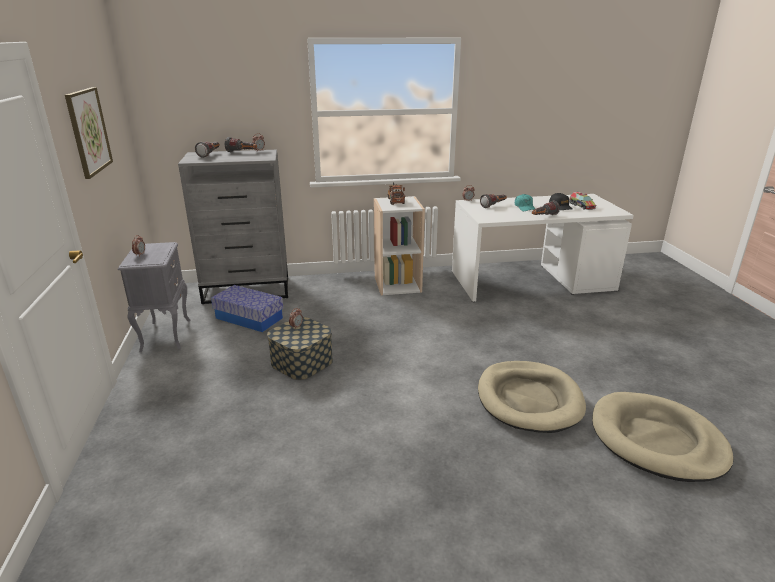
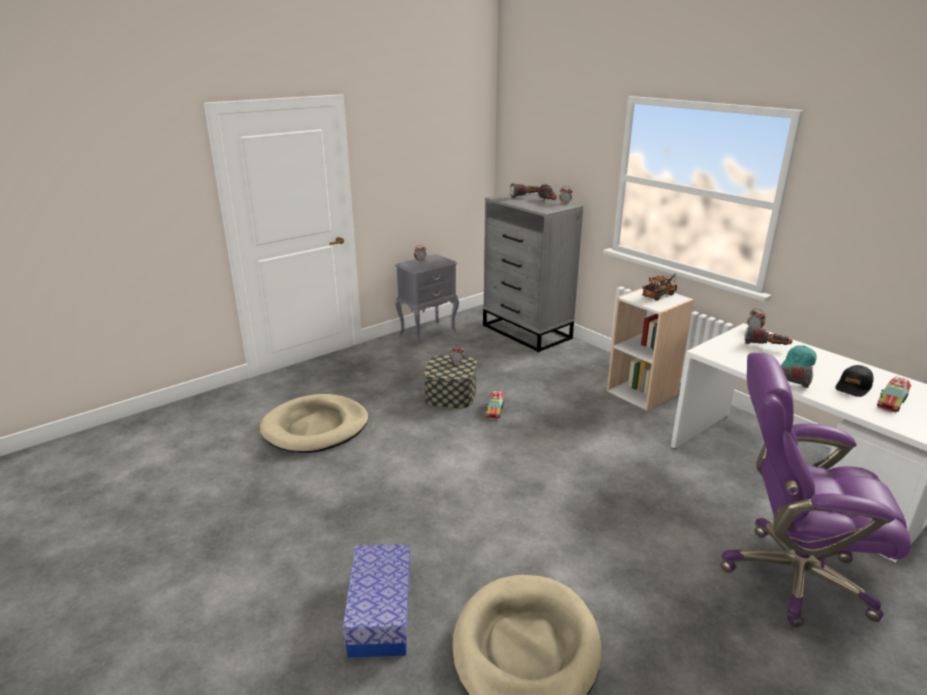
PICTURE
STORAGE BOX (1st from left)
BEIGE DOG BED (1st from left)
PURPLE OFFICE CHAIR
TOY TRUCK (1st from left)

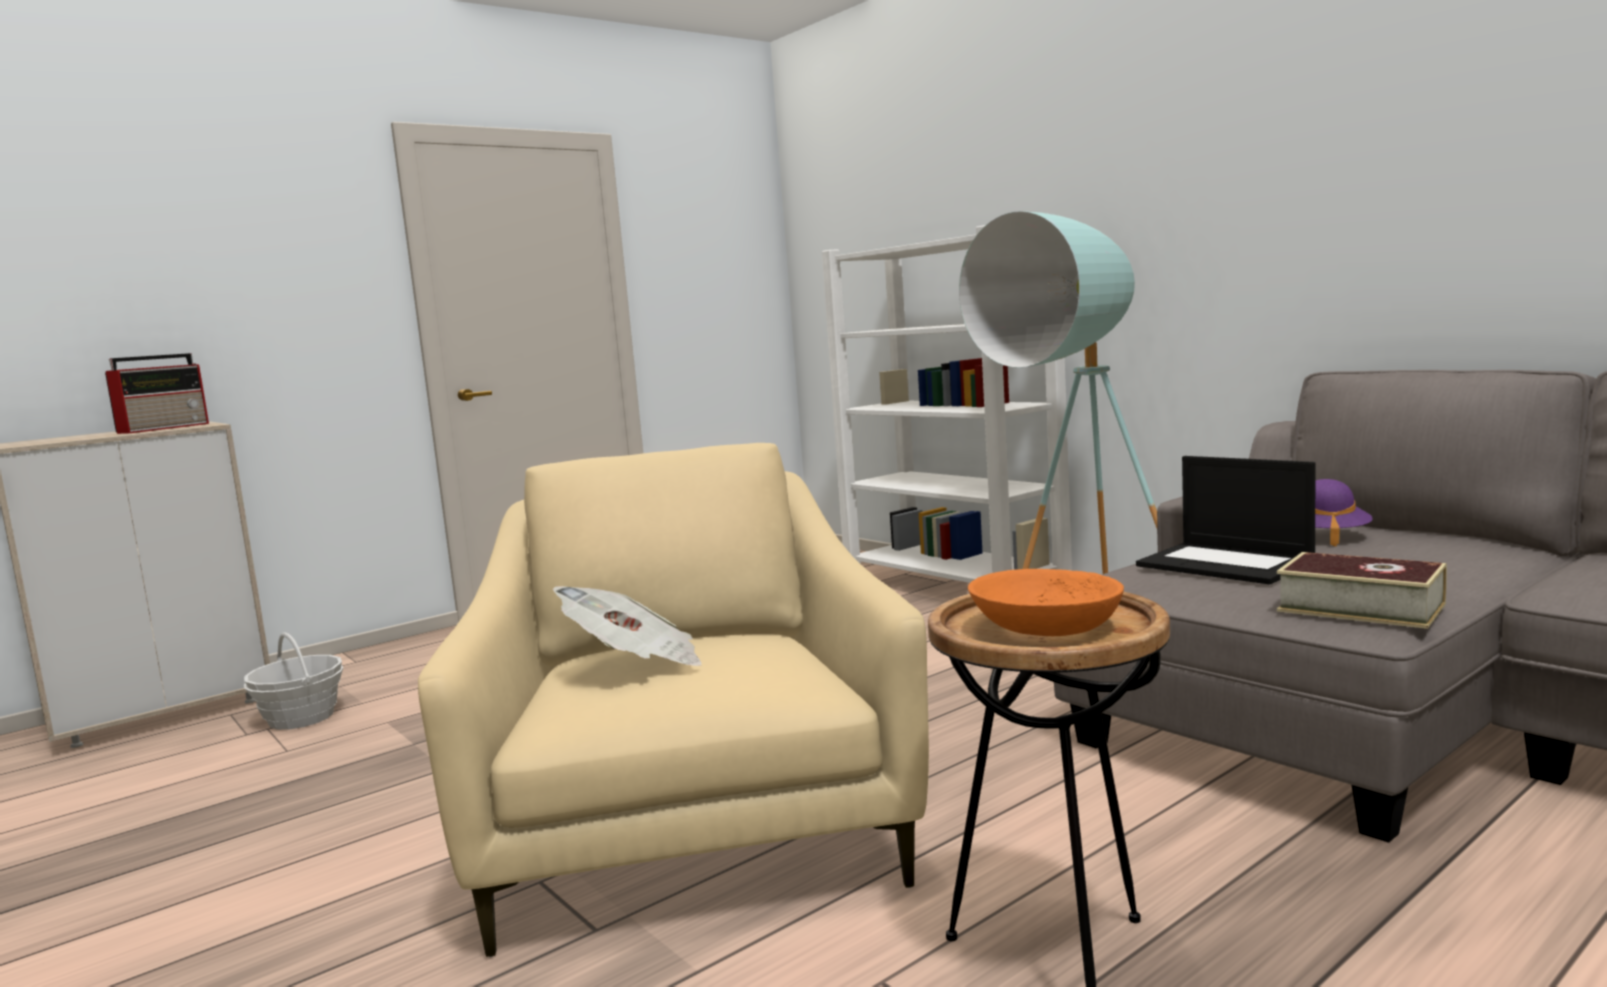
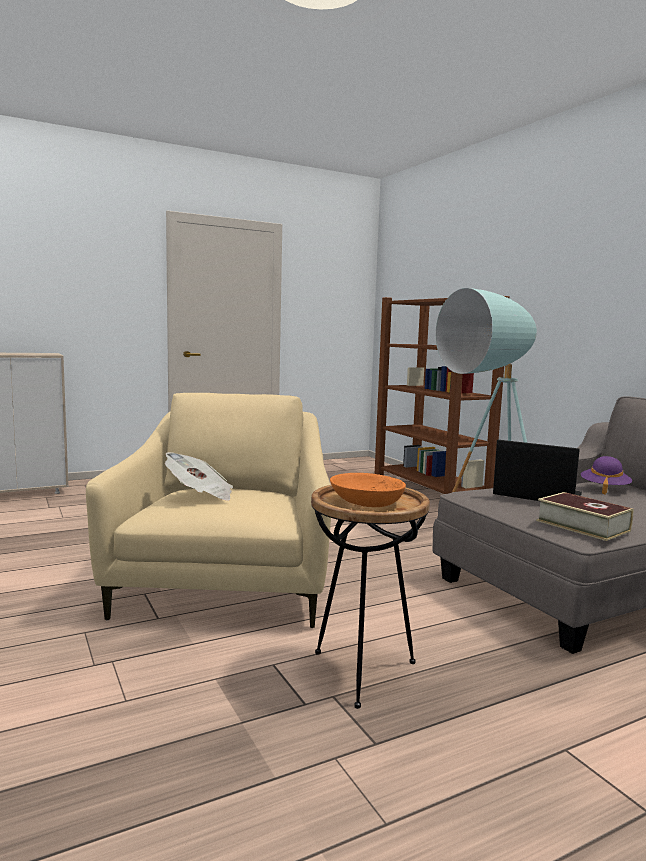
BROWN BOOKCASE
RADIO
LAPTOP
BASKET

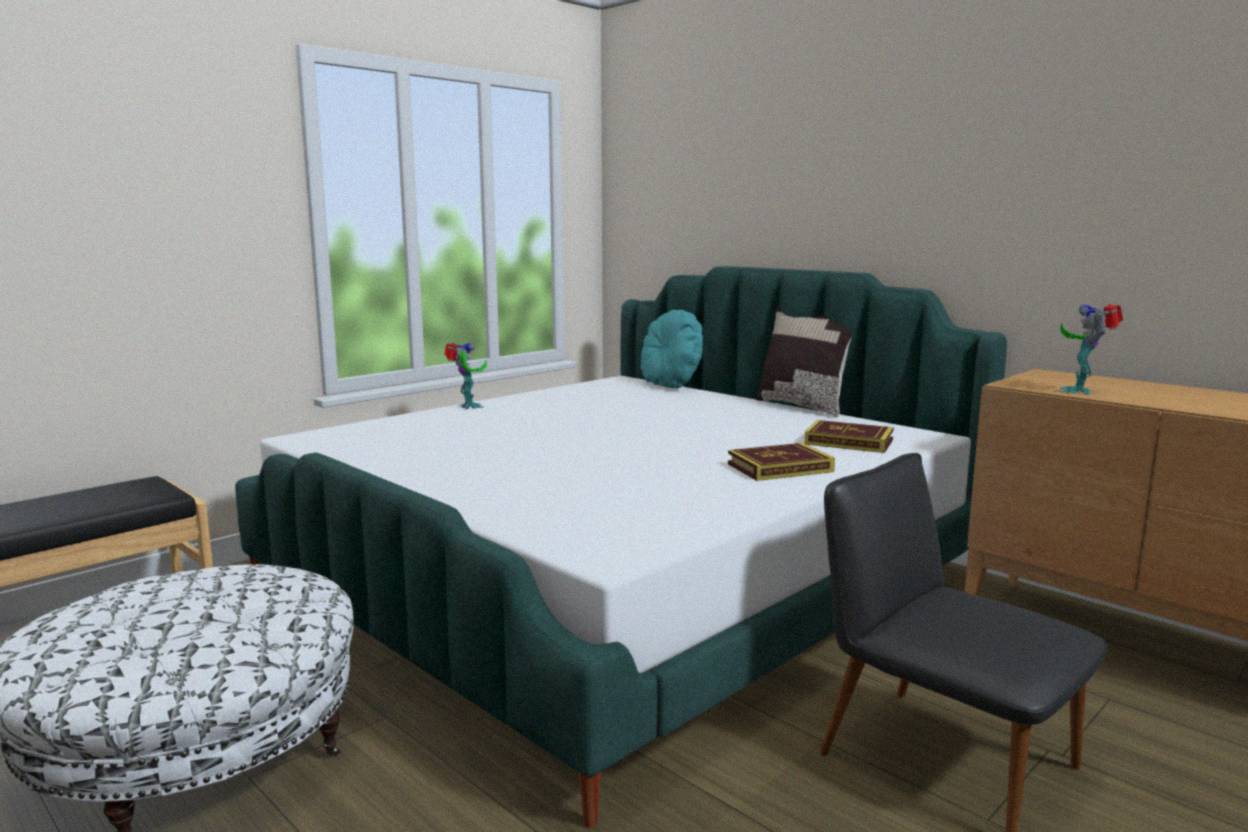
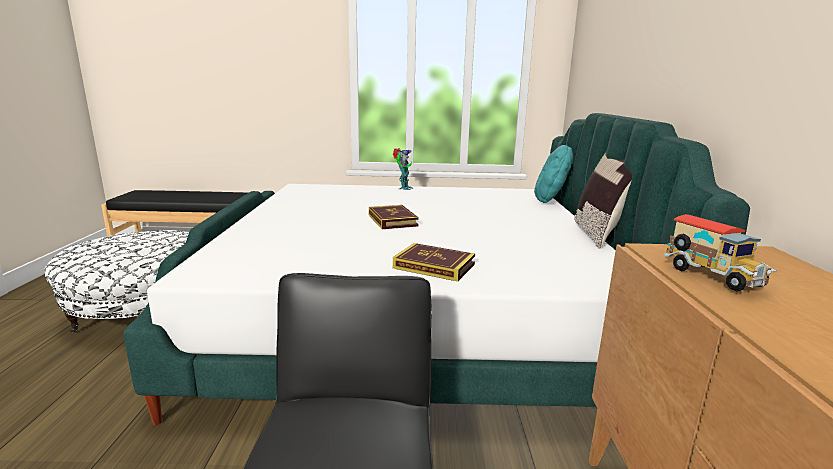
TOY TRUCK
BOOK (1st from left)

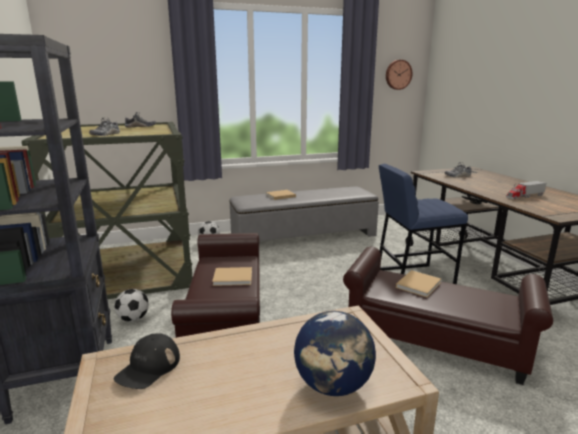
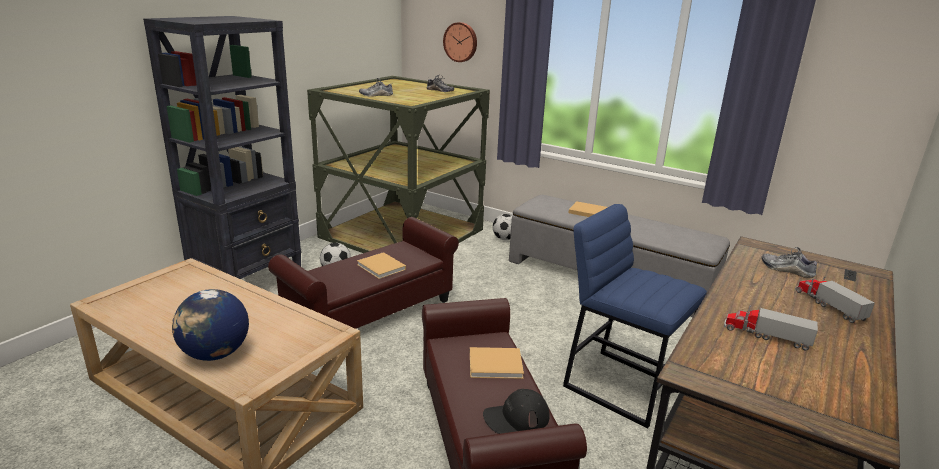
WALL CLOCK
BLACK CAP
TOY TRUCK (2nd from left)

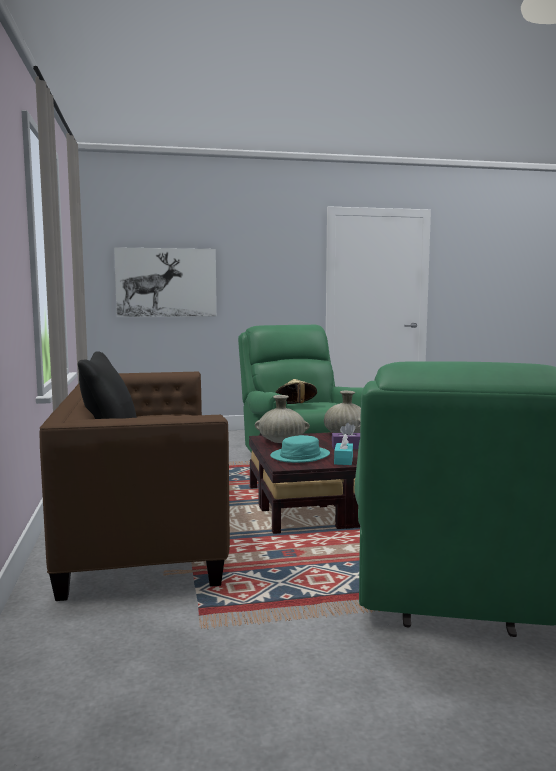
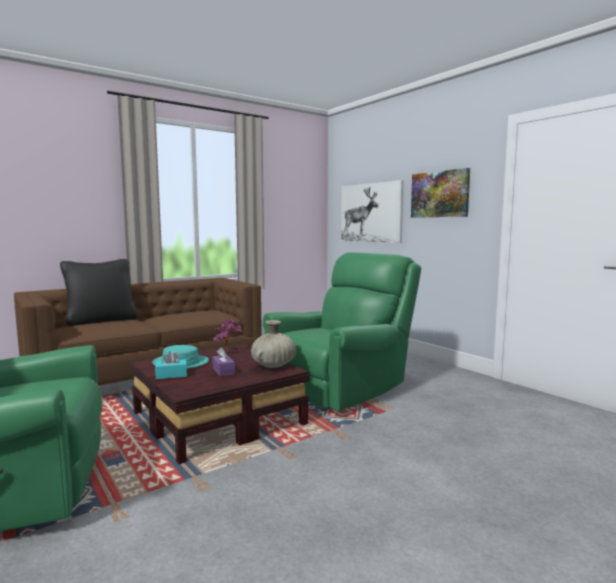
BEIGE HAT
POTTED PLANT
PICTURE (2nd from left)

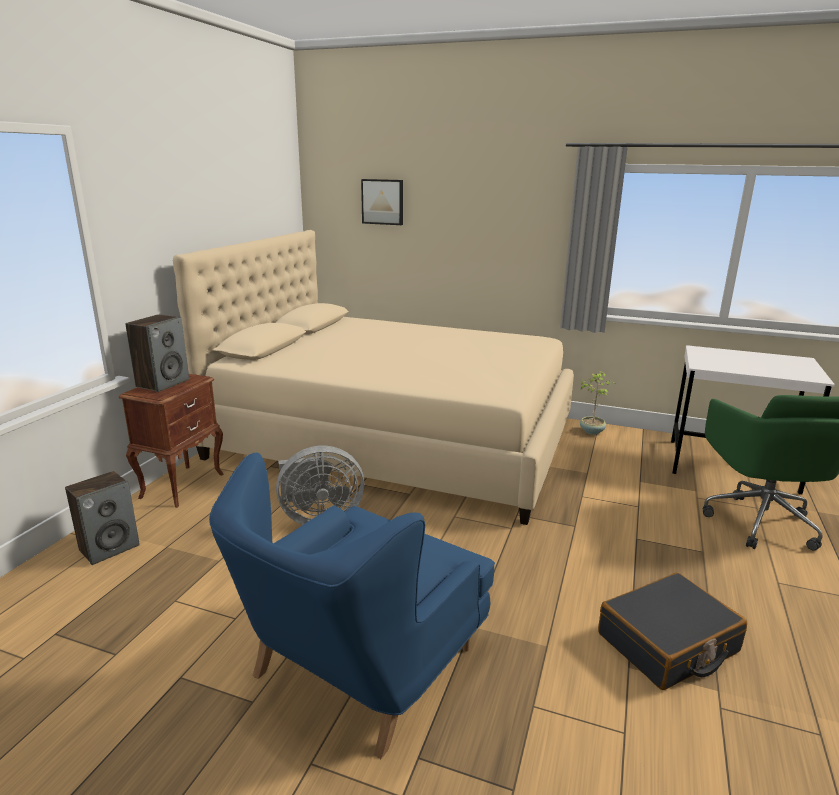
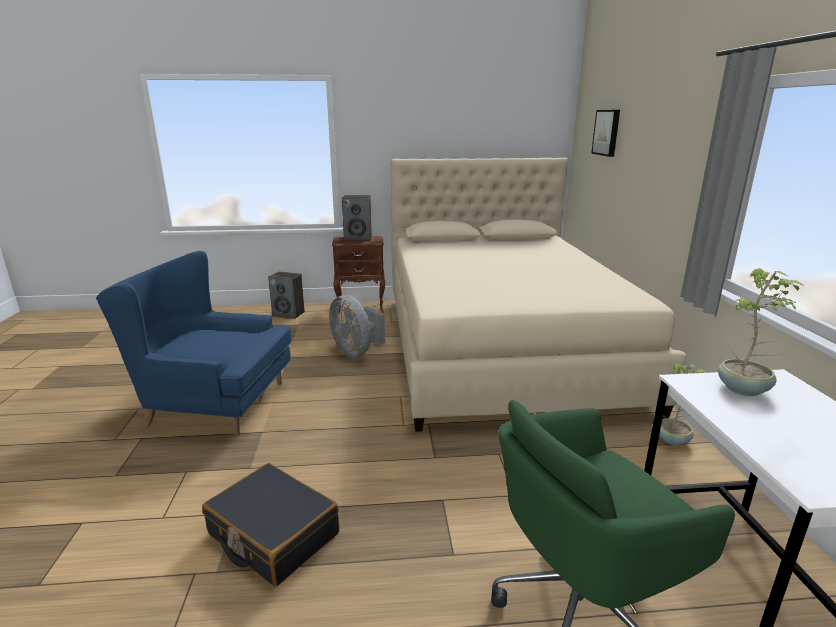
POTTED PLANT (2nd from left)

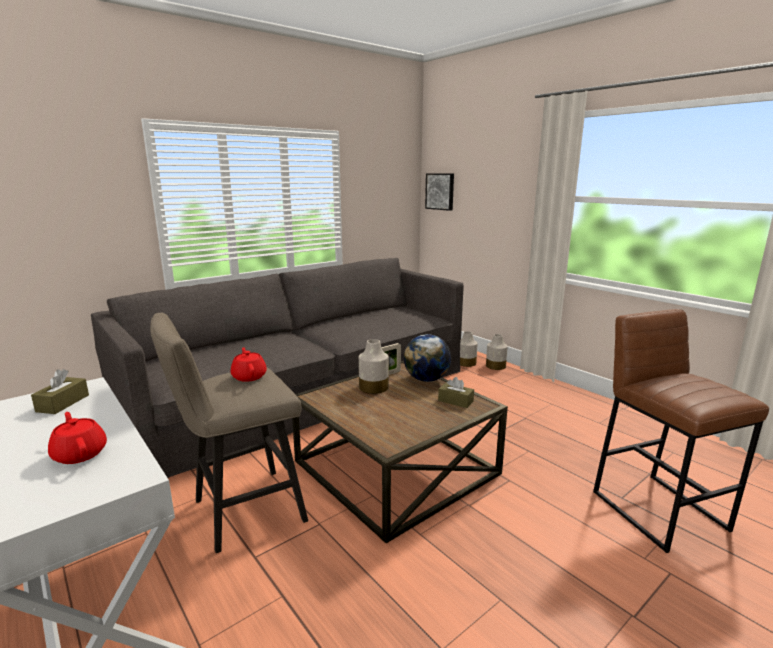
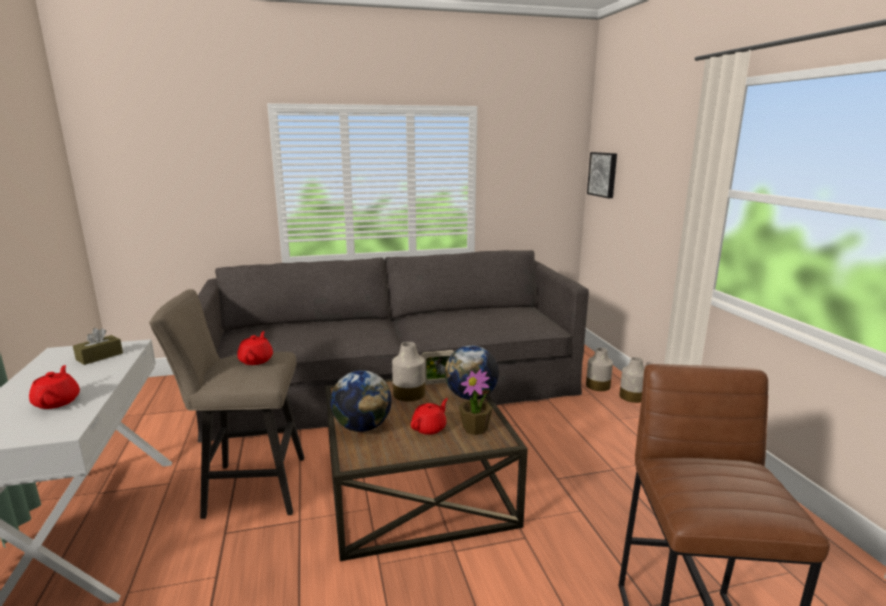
POTTED PLANT
GLOBE (1st from left)
RED TEAPOT (3rd from left)

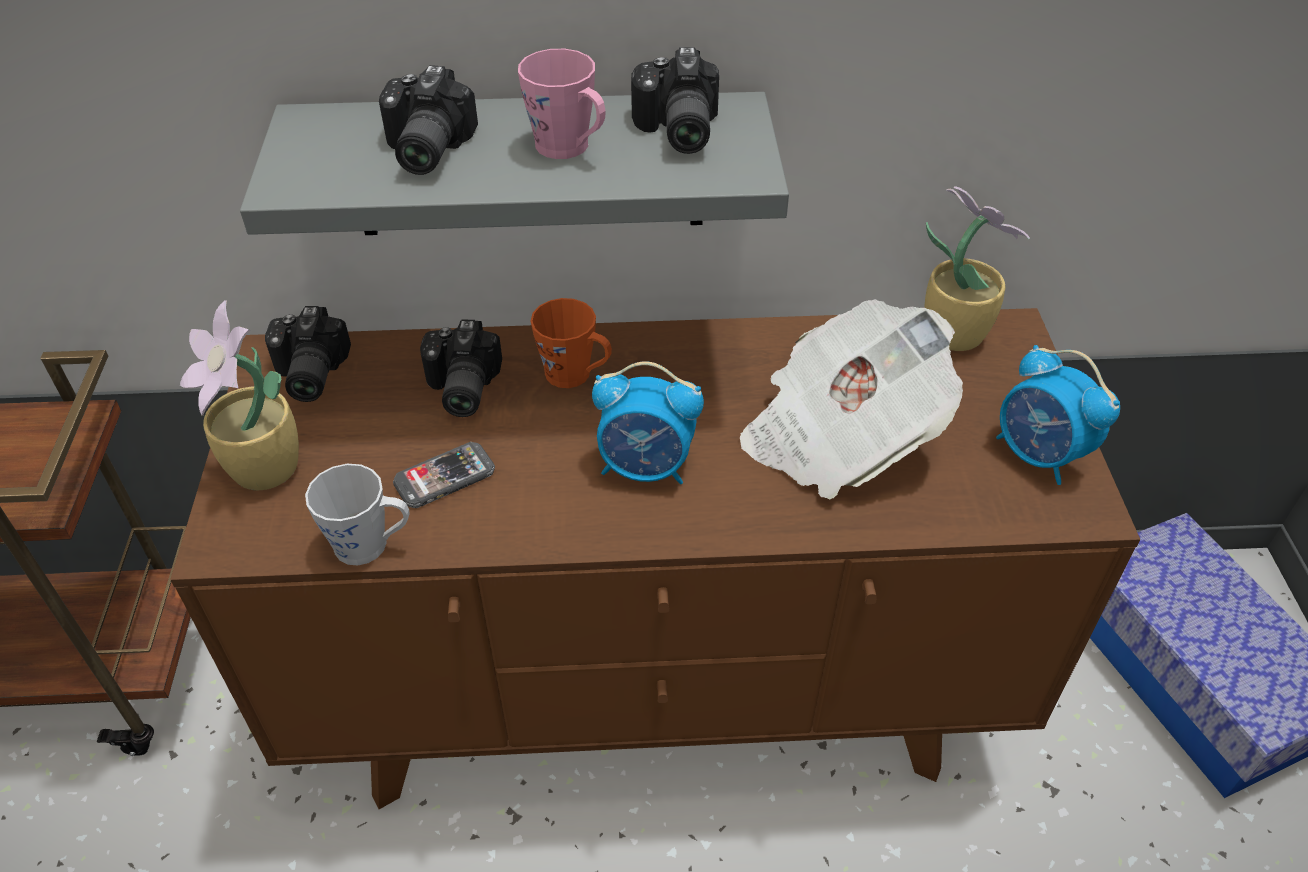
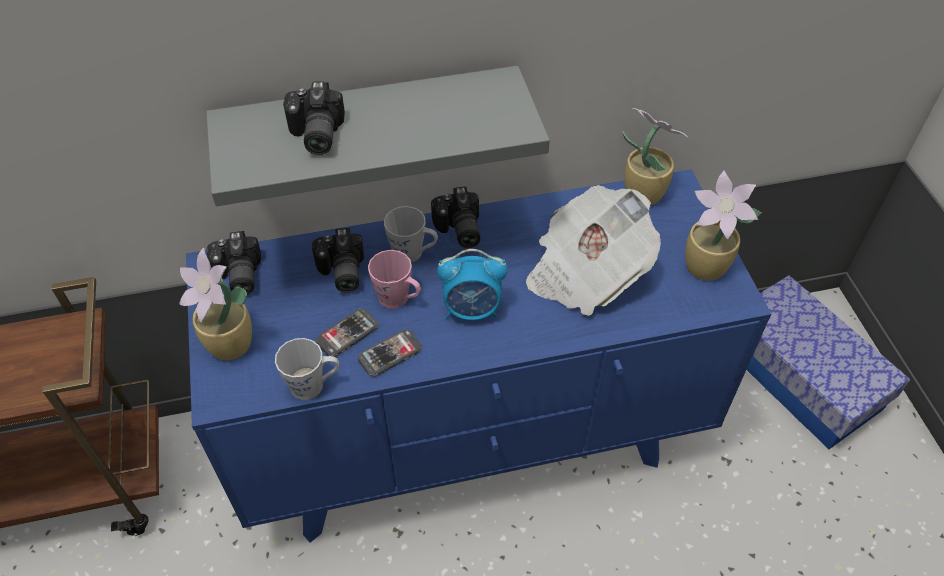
PHOTO CAMERA (4th from left)
PINK MUG
GREY MUG (2nd from left)
BLUE DRESSER
POTTED PLANT (3rd from left)
PHONE (2nd from left)

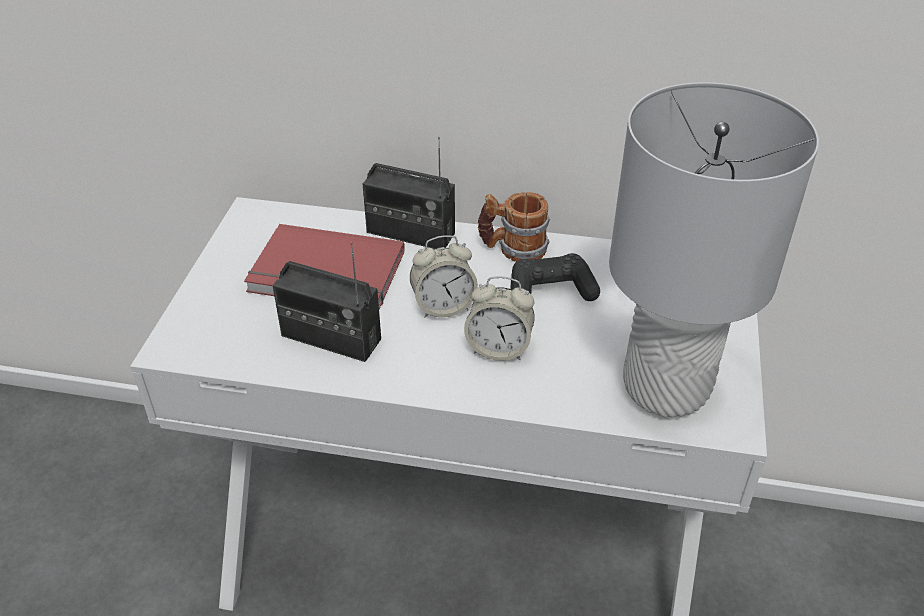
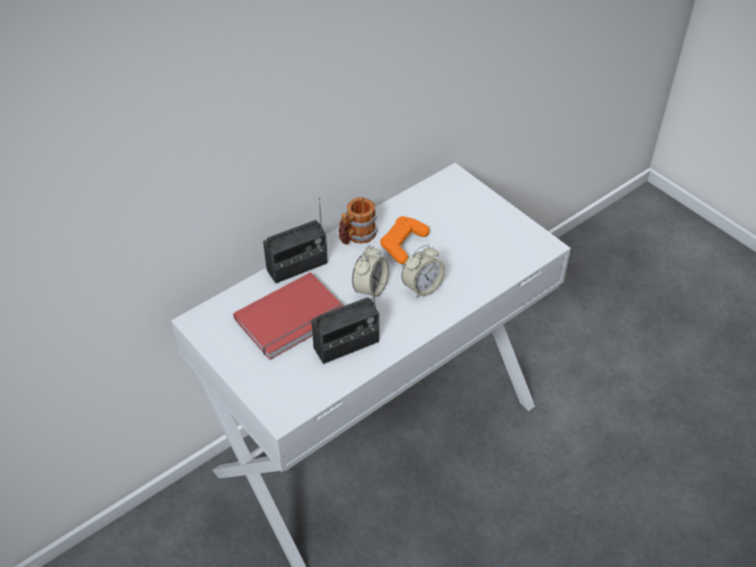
GREY TABLE LAMP
ORANGE GAME CONTROLLER

